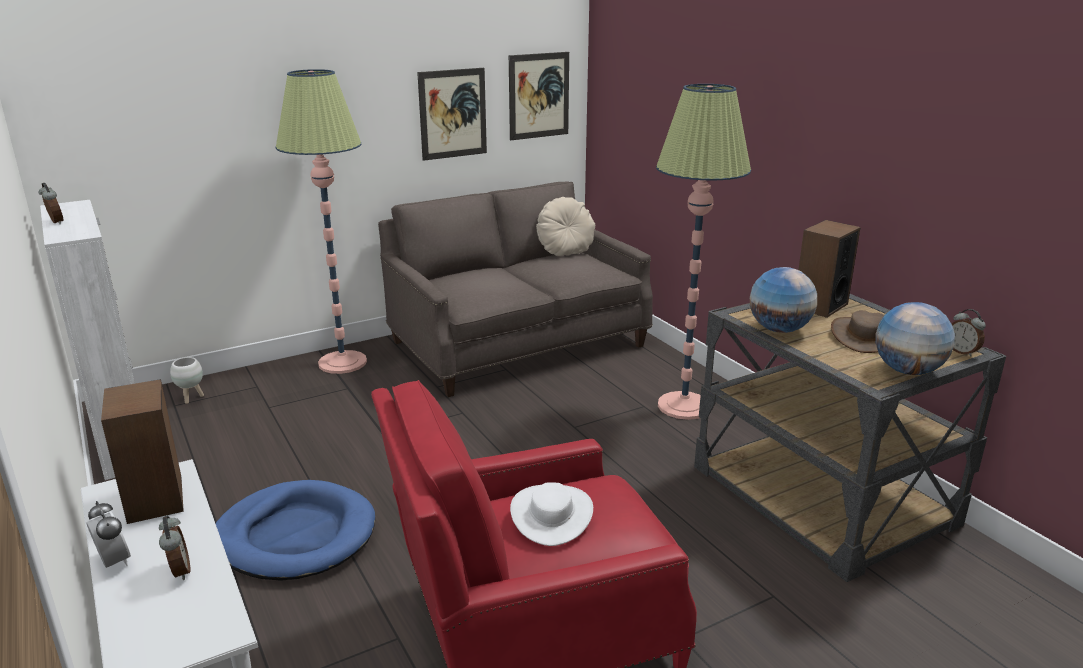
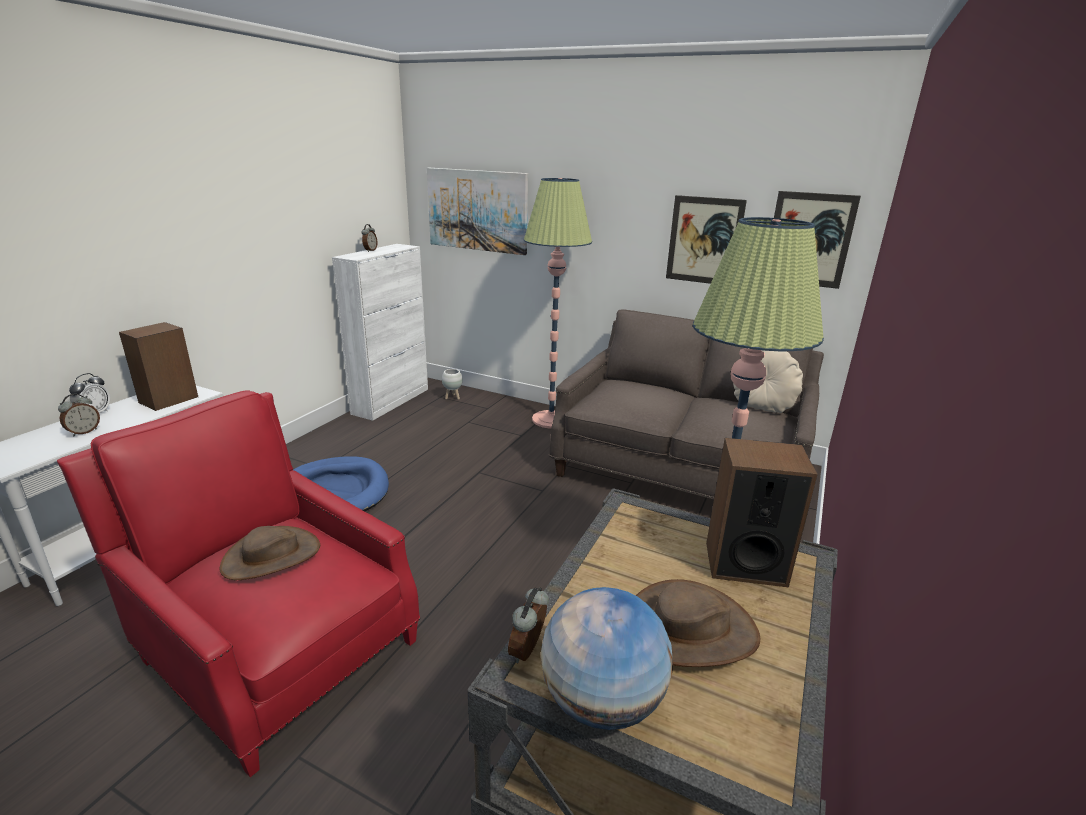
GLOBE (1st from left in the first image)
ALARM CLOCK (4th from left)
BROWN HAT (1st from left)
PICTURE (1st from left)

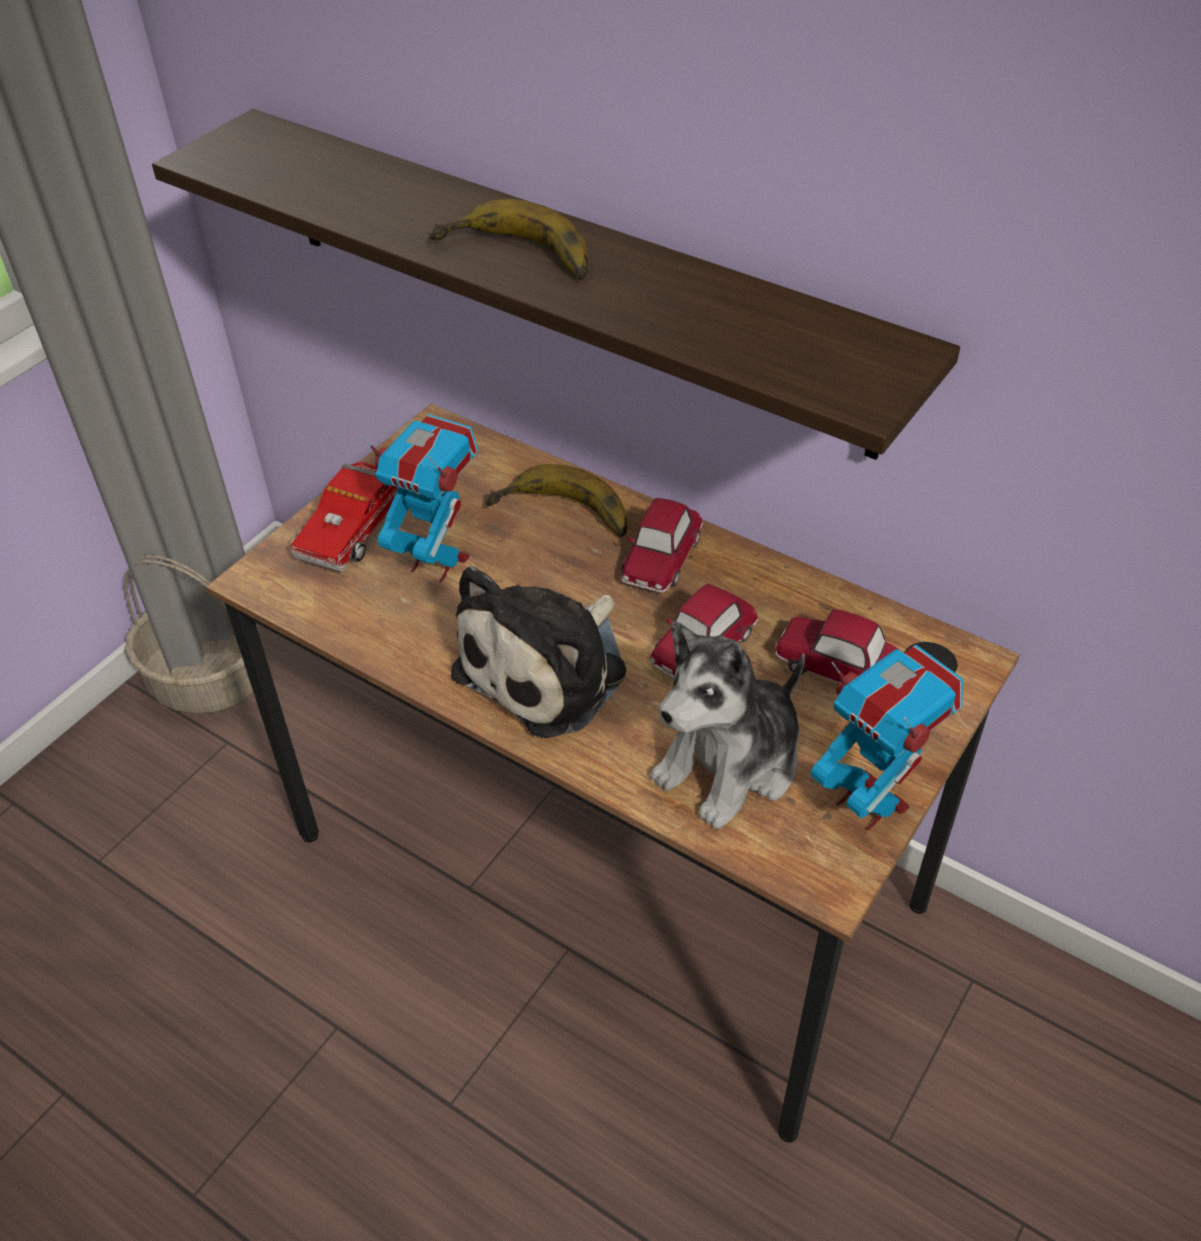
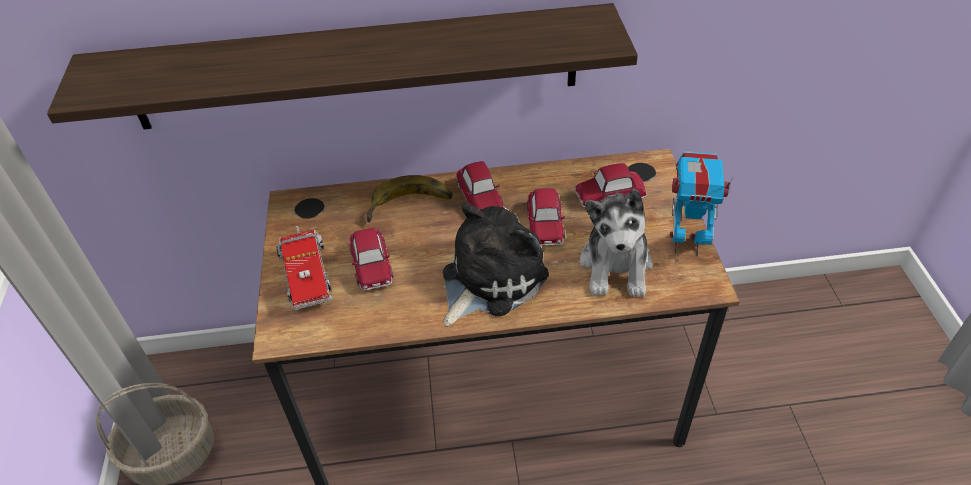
BANANA (1st from left in the first image)
TOY CAR (1st from left)
PLUSH TOY (1st from left)

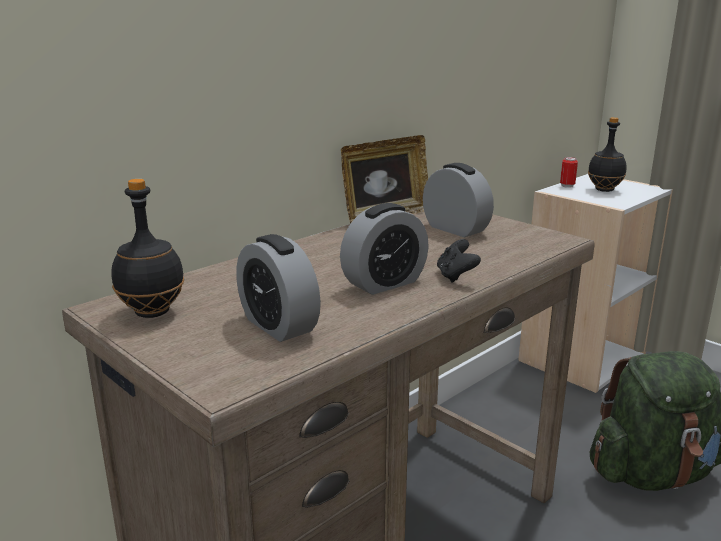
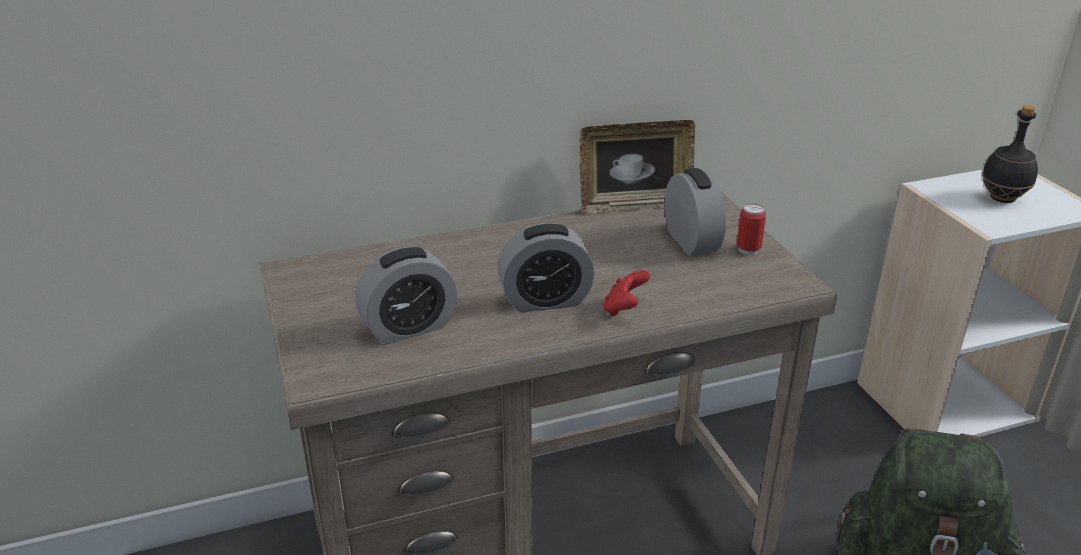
CAN
BLACK BOTTLE (1st from left in the first image)
ALARM CLOCK (1st from left)
RED GAME CONTROLLER

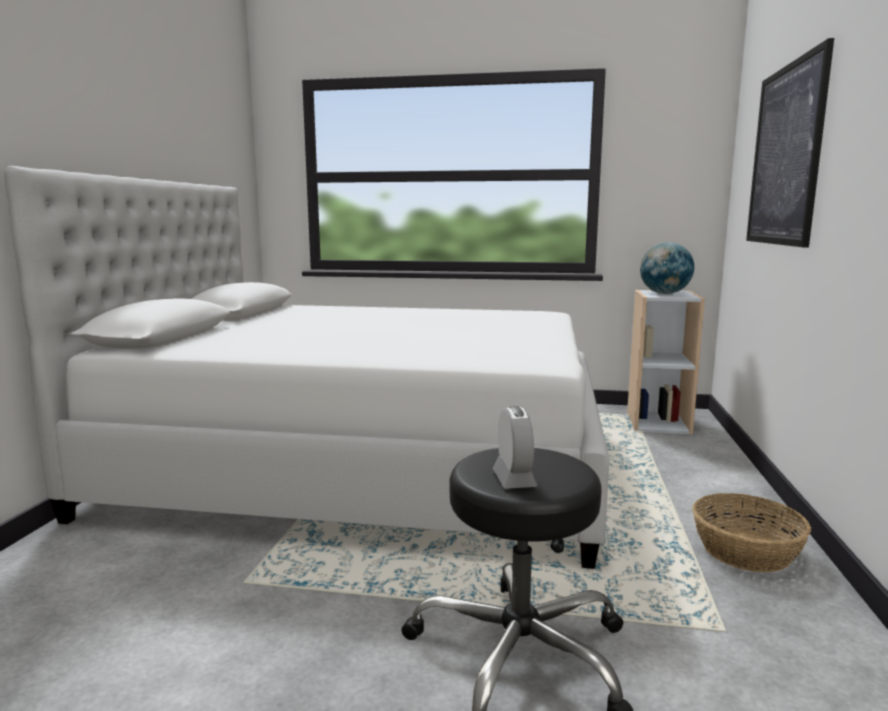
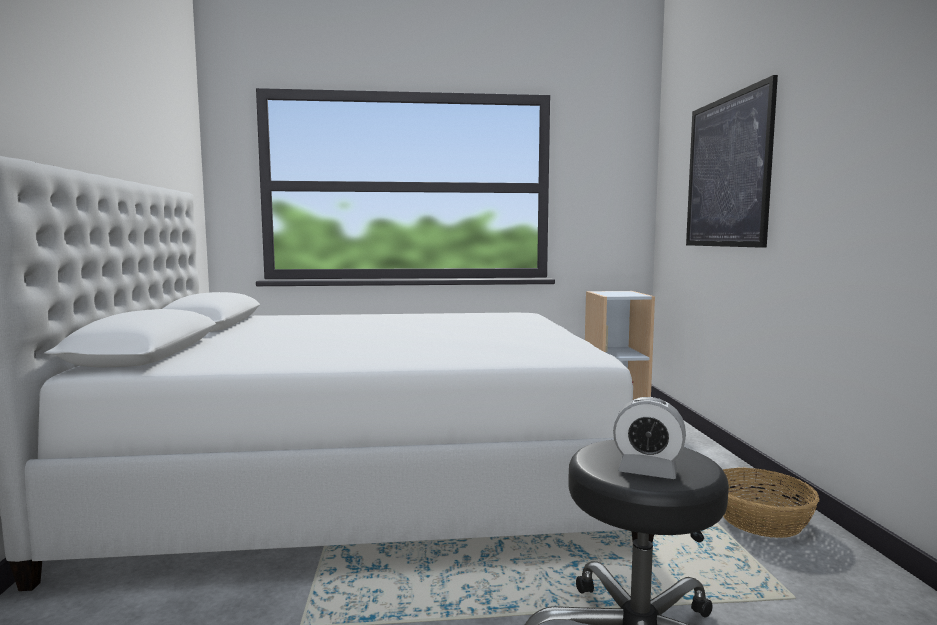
GLOBE
ALARM CLOCK

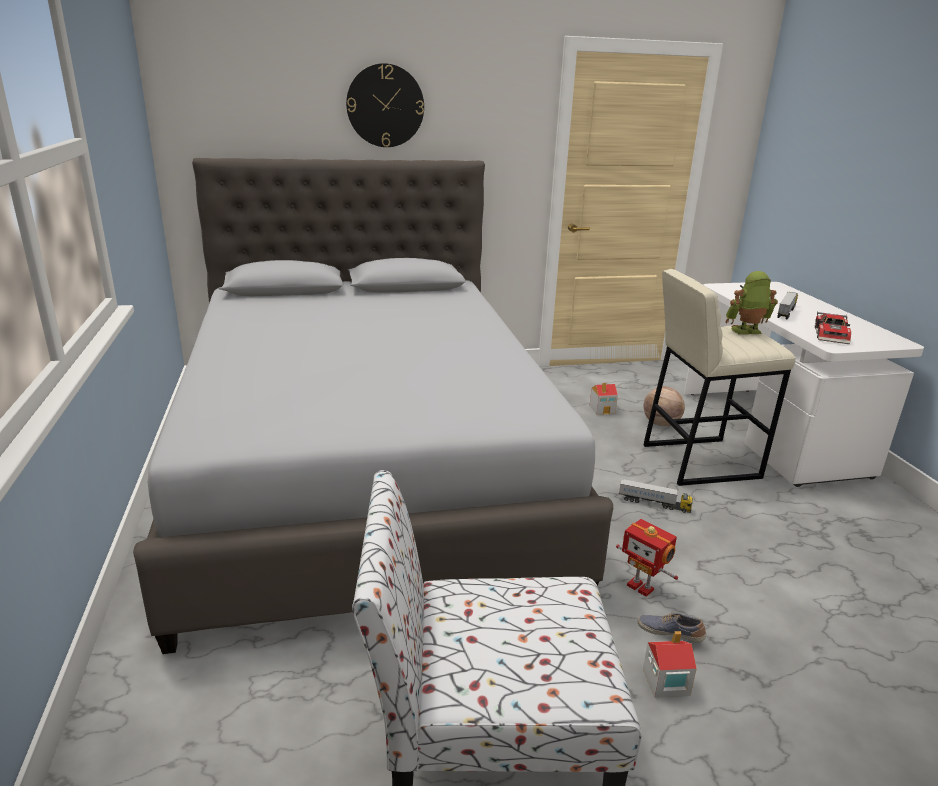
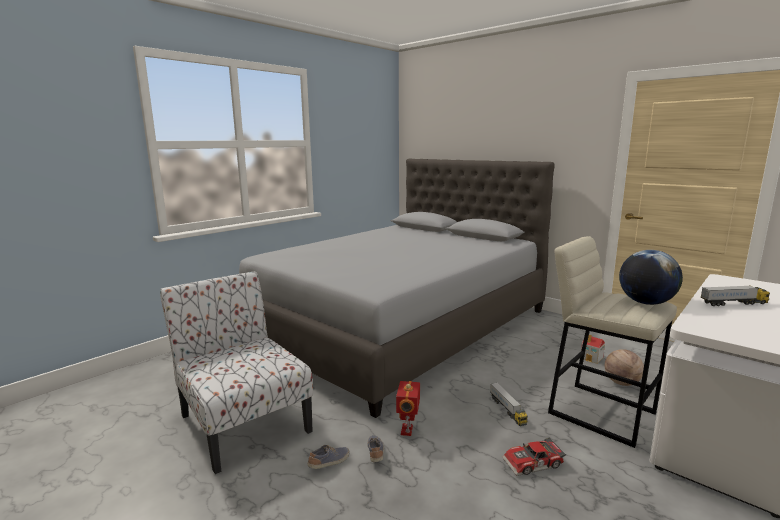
WALL CLOCK
GLOBE
TOY CAR
SHOE (1st from left)

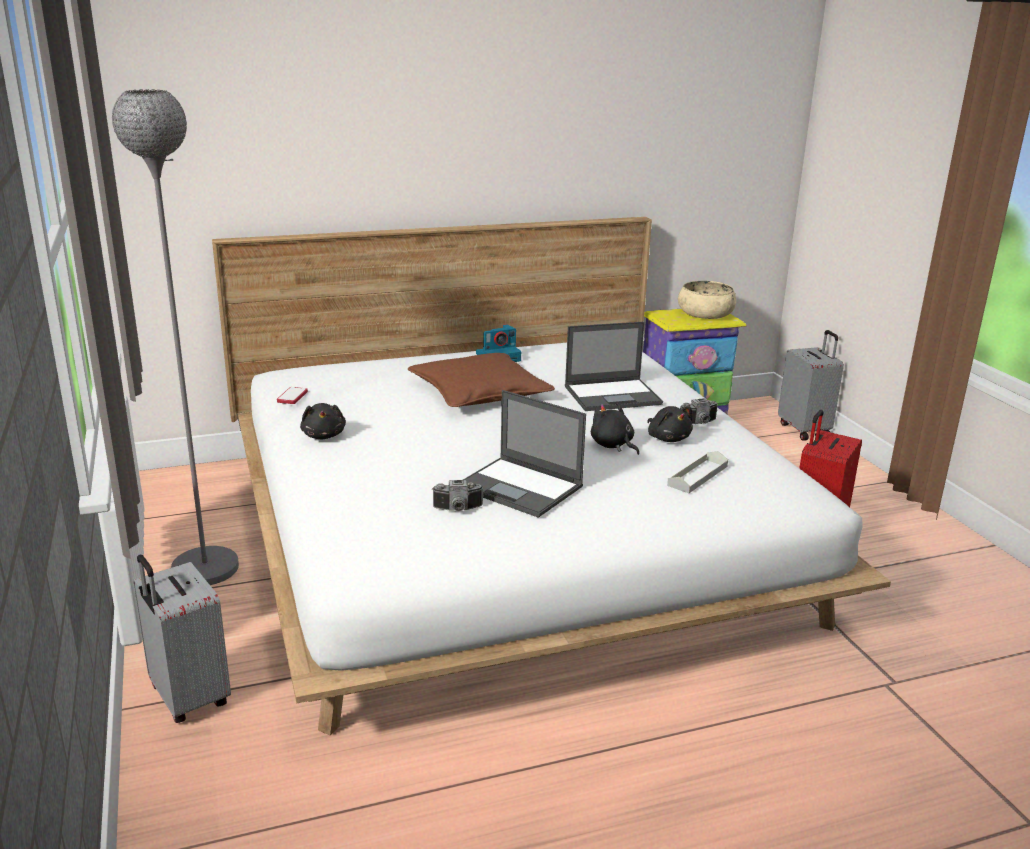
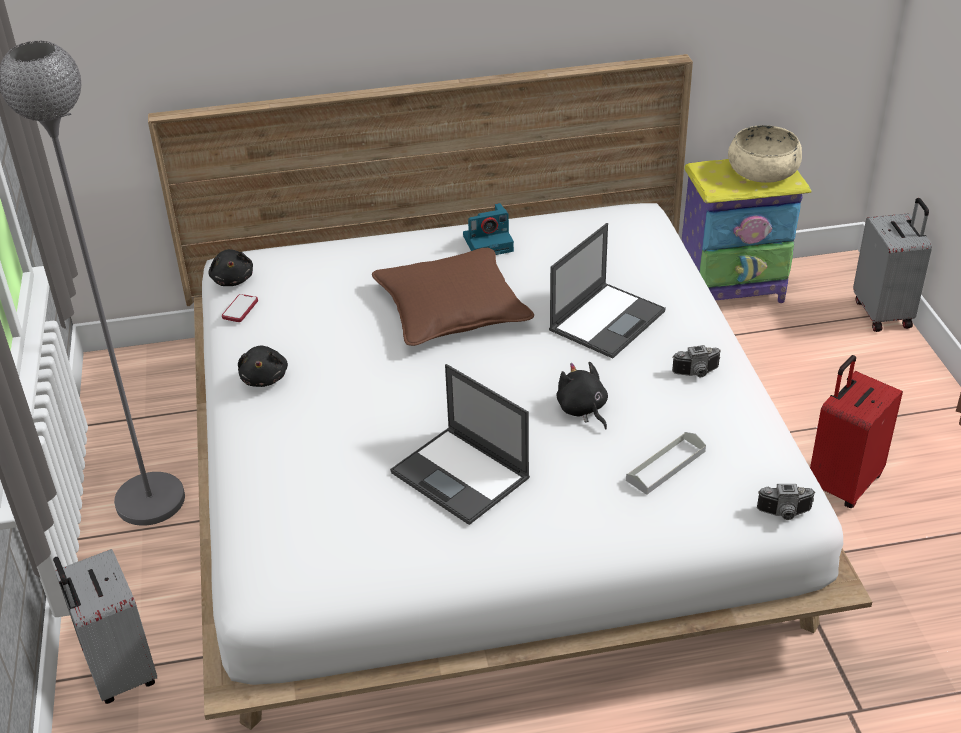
LAPTOP (2nd from left)
BLACK PLUSH TOY (1st from left)
PHOTO CAMERA (3rd from left)

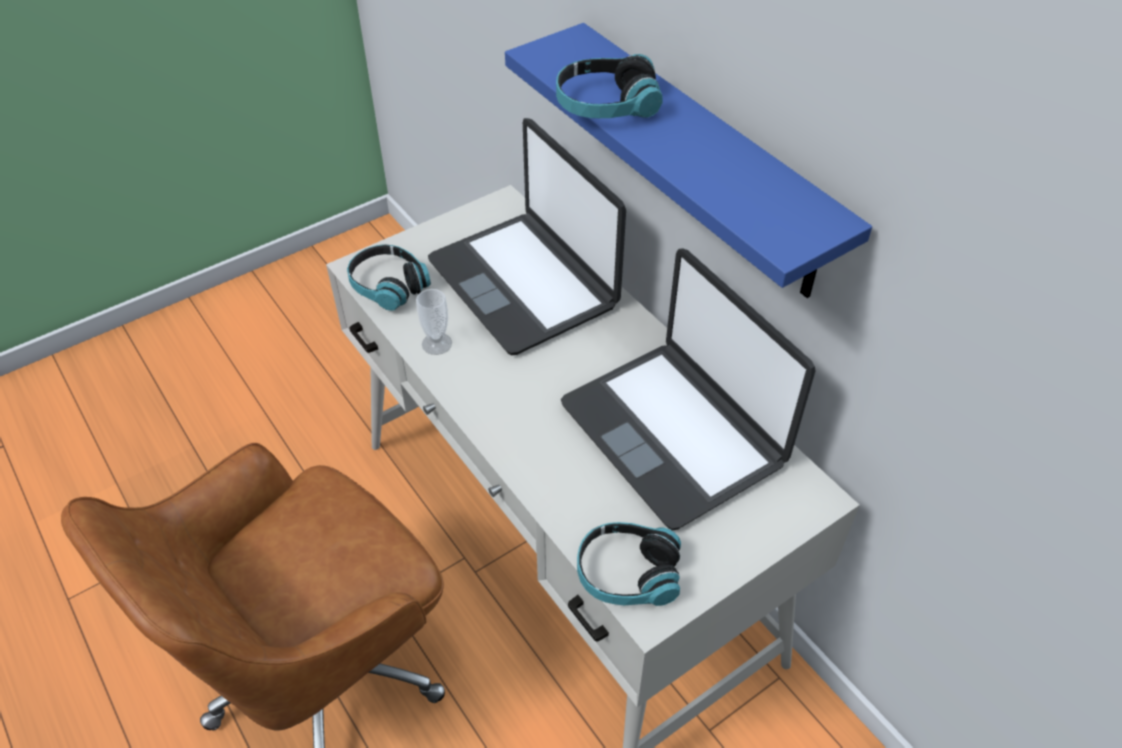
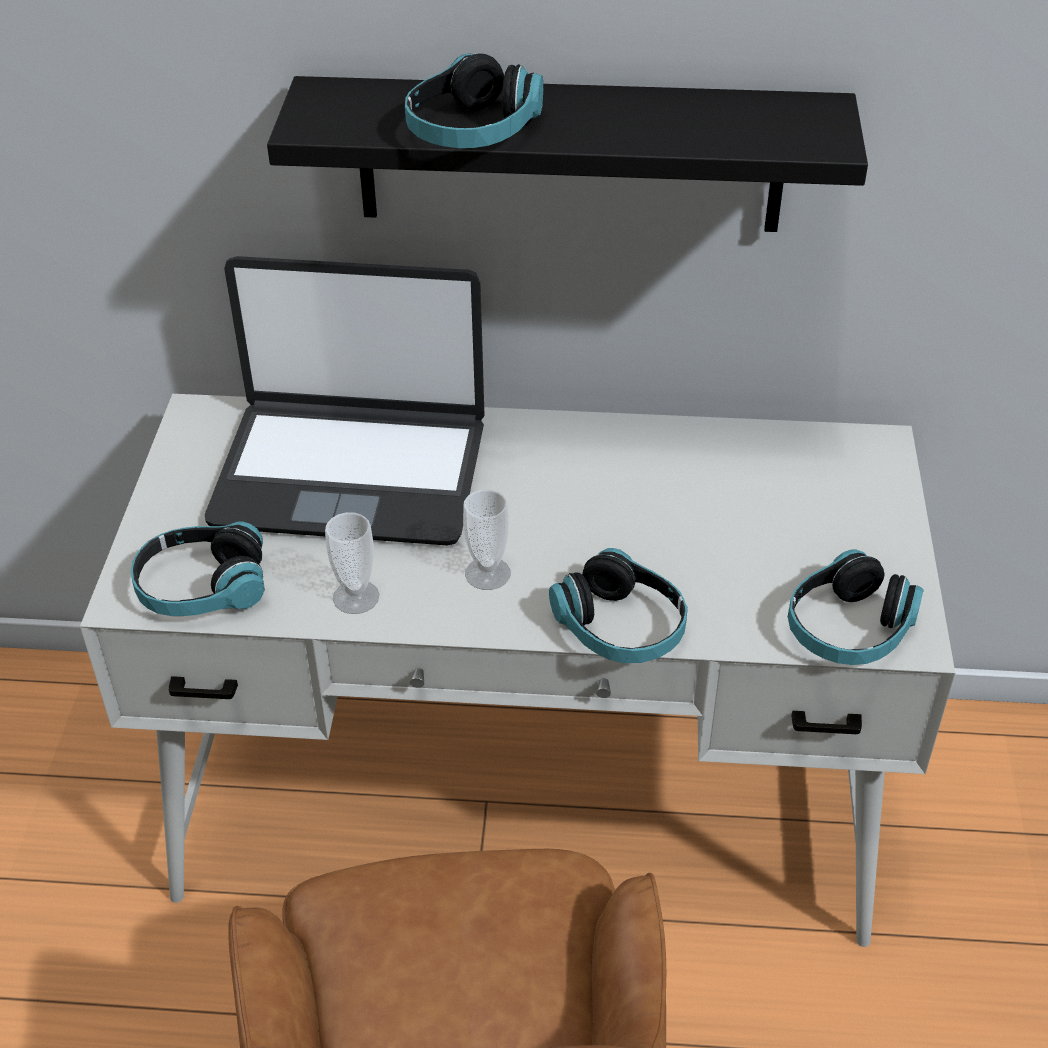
BLACK SHELF
LAPTOP (2nd from left in the first image)
CUP (2nd from left)
HEADPHONES (3rd from left)

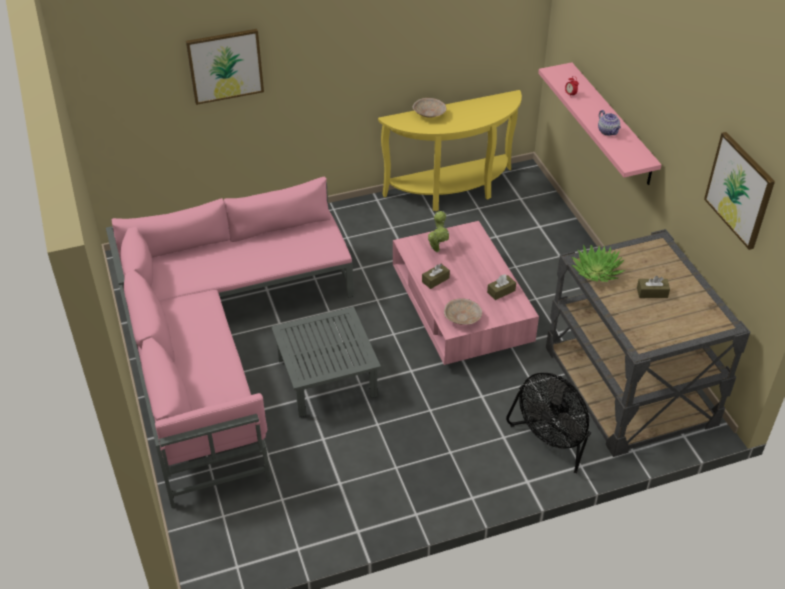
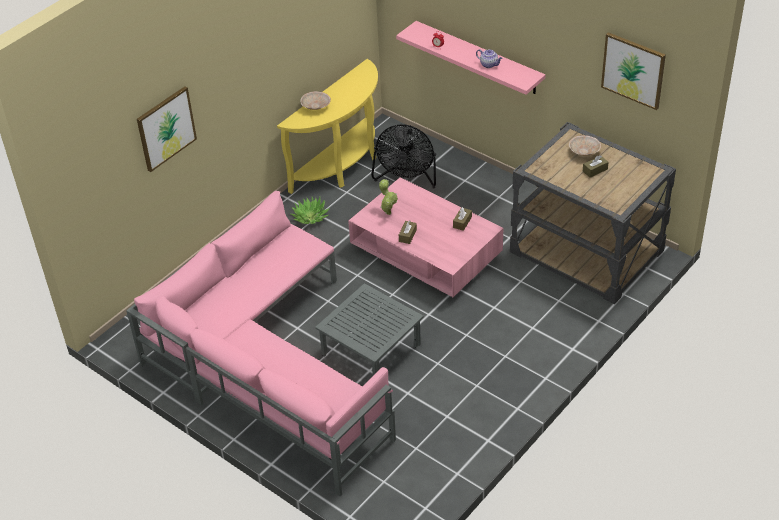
POTTED PLANT (1st from left)
BEIGE BOWL (2nd from left)
BLACK FAN

